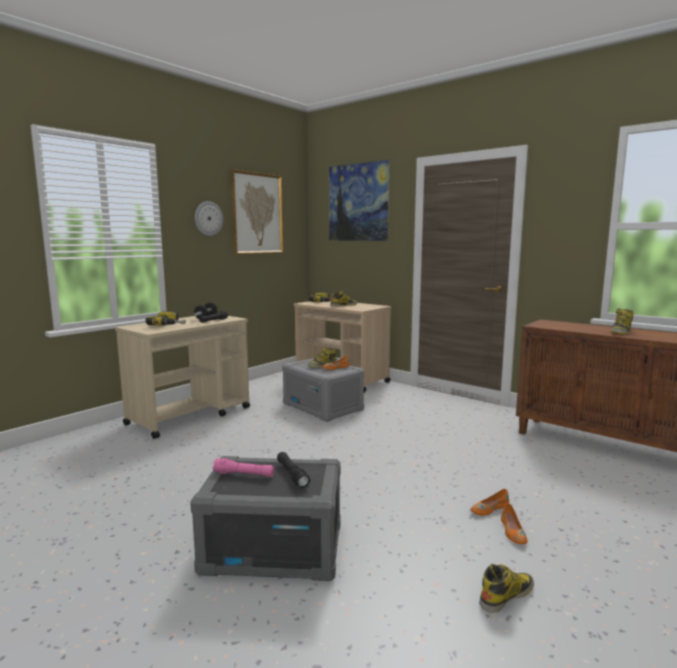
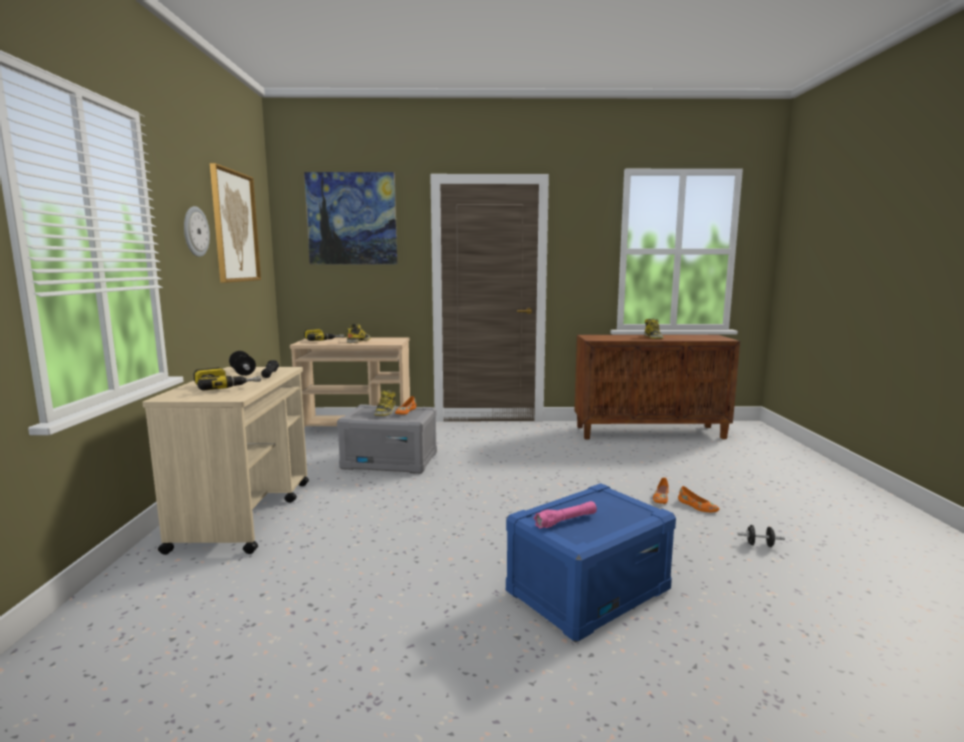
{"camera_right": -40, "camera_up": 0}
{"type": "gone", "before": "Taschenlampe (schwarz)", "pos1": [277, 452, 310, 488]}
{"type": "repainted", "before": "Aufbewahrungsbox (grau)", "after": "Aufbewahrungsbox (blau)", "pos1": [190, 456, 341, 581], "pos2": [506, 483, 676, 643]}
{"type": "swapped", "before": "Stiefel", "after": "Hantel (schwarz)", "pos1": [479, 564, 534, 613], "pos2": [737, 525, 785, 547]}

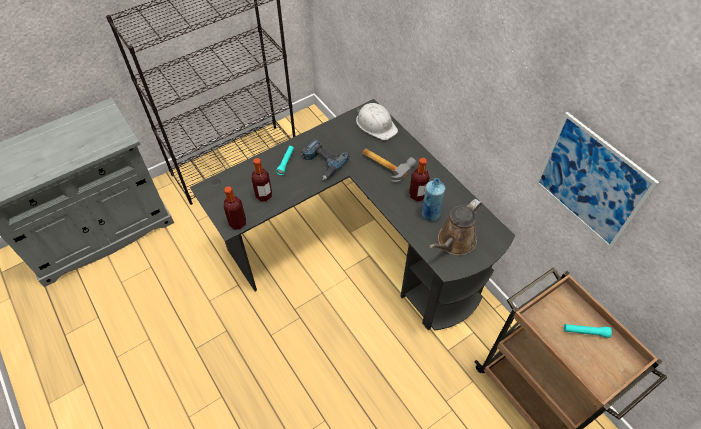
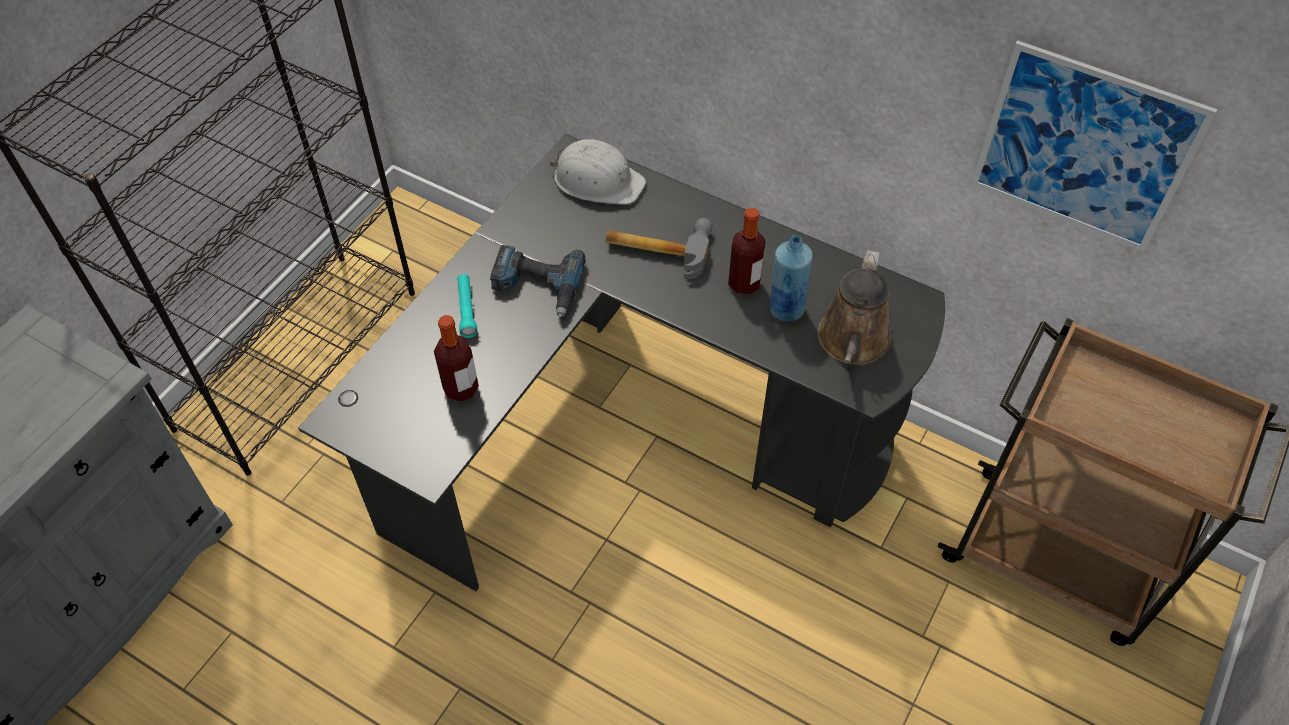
{"camera_right": -25, "camera_up": 0}
{"type": "gone", "before": "Flasche", "pos1": [224, 186, 246, 230]}
{"type": "gone", "before": "Taschenlampe (türkis)", "pos1": [564, 324, 612, 338]}

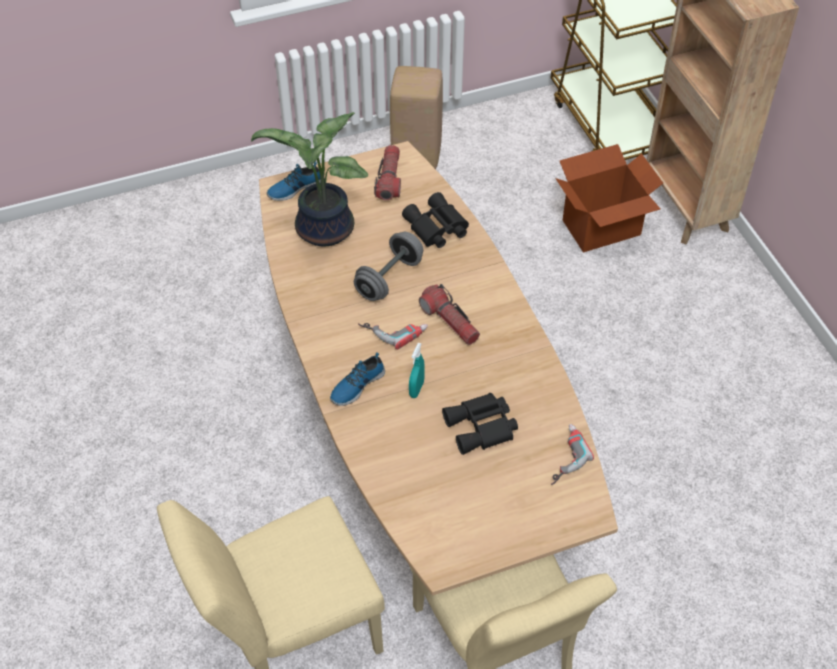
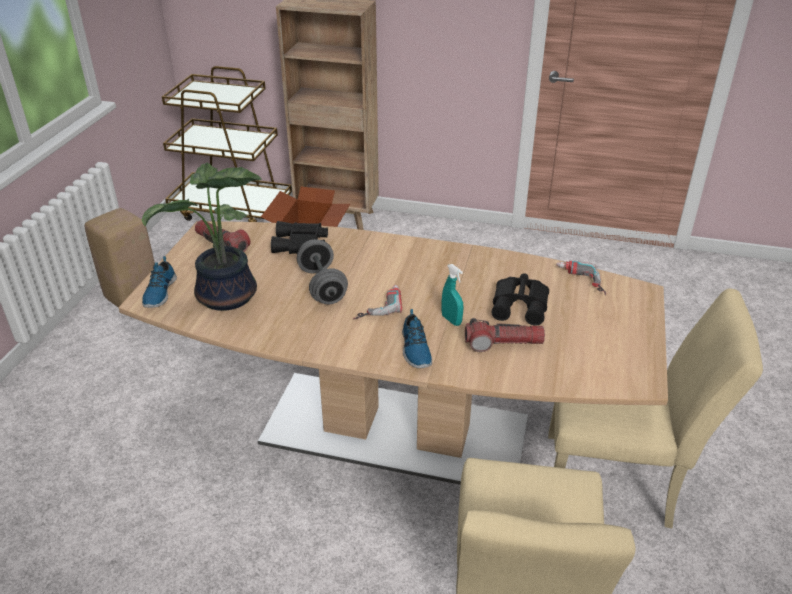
{"camera_right": -55, "camera_up": -15}
{"type": "shifted", "before": "Taschenlampe", "pos1": [419, 284, 480, 345], "pos2": [465, 318, 545, 352]}

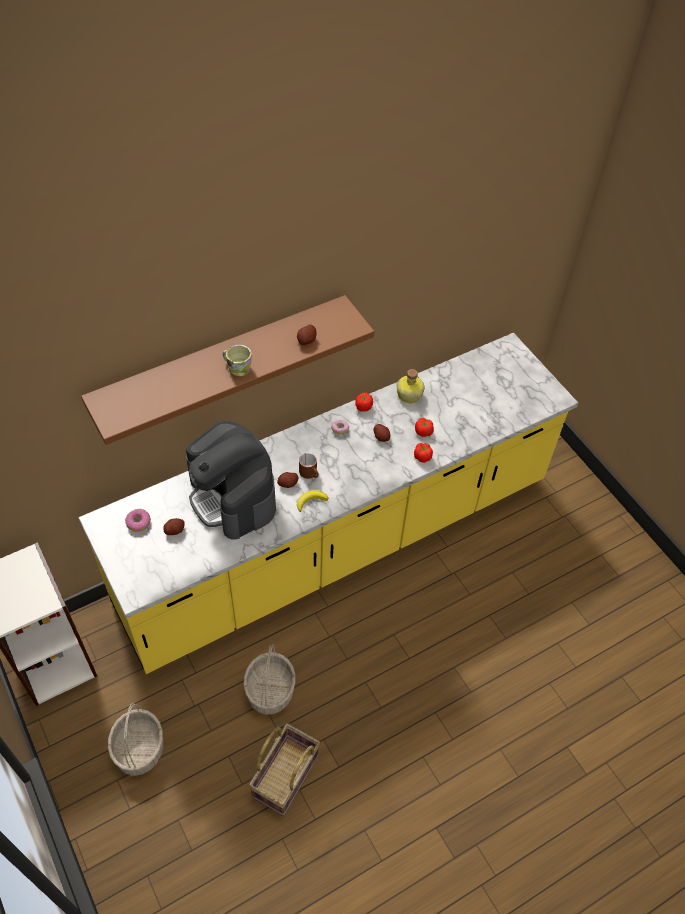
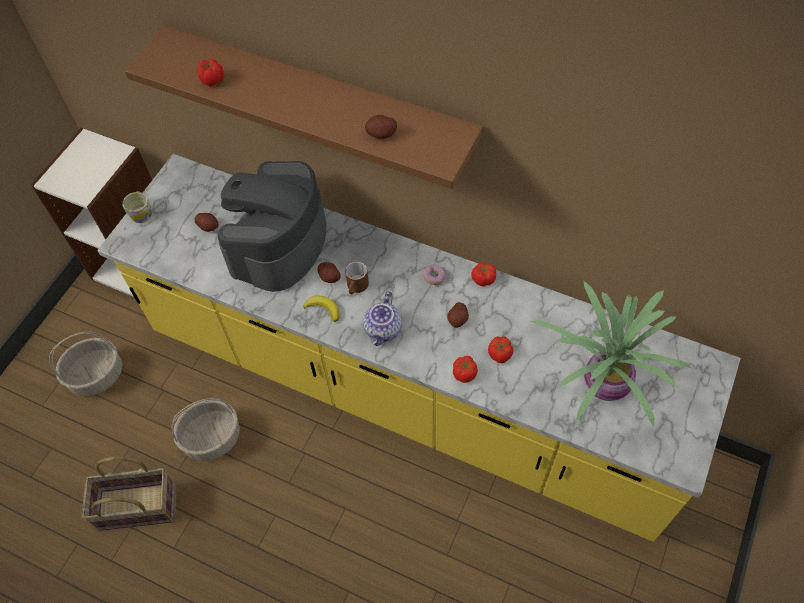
{"camera_right": 60, "camera_up": 5}
{"type": "shifted", "before": "Henkelbecher", "pos1": [223, 345, 252, 376], "pos2": [122, 191, 152, 223]}
{"type": "gone", "before": "Flasche", "pos1": [397, 369, 424, 403]}
{"type": "gone", "before": "Donut", "pos1": [125, 509, 151, 532]}
{"type": "new", "after": "Tomate", "pos2": [197, 59, 224, 86]}
{"type": "new", "after": "Topfpflanze", "pos2": [531, 280, 692, 427]}
{"type": "new", "after": "Teekanne", "pos2": [363, 291, 402, 346]}

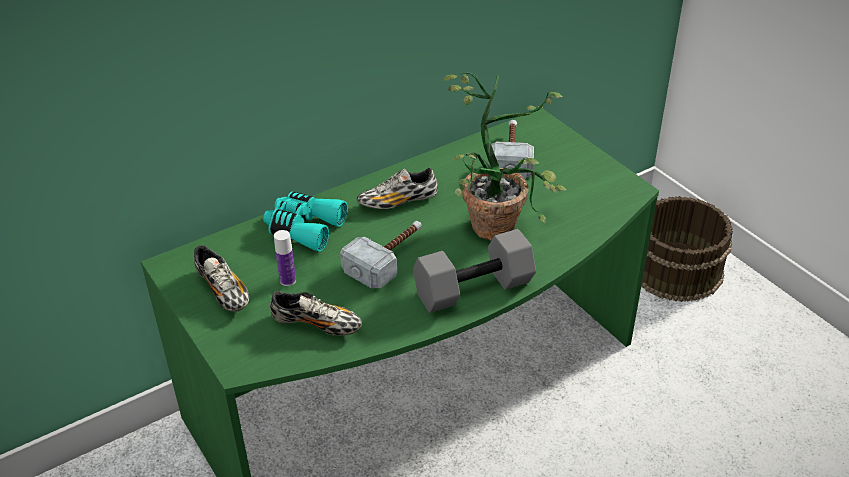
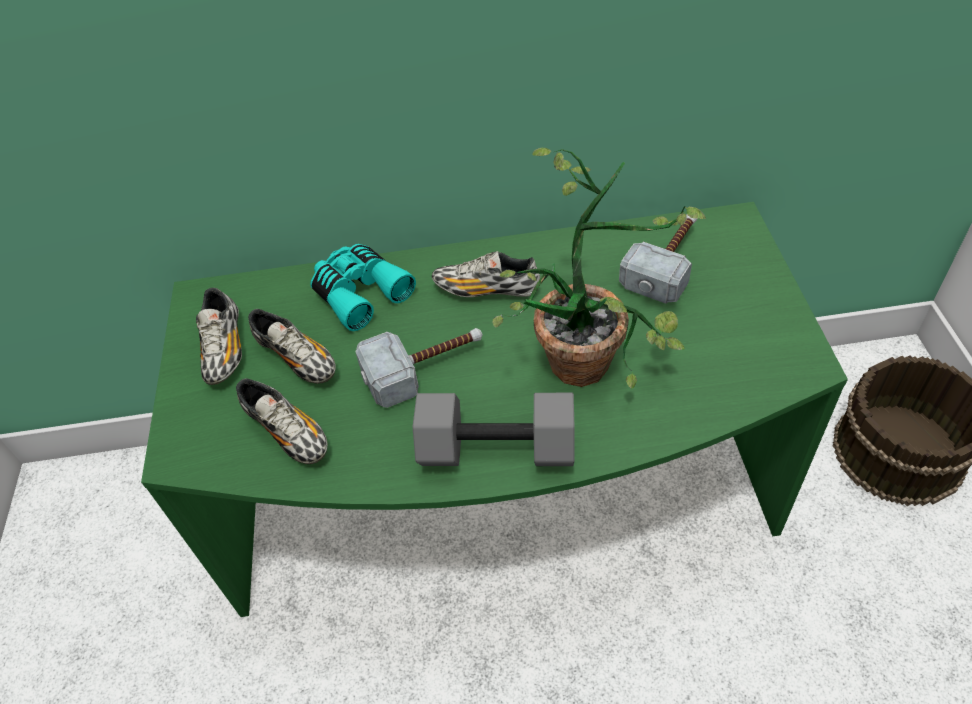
{"camera_right": 30, "camera_up": 10}
{"type": "swapped", "before": "Flasche", "after": "Schuh", "pos1": [274, 230, 296, 286], "pos2": [248, 309, 336, 384]}

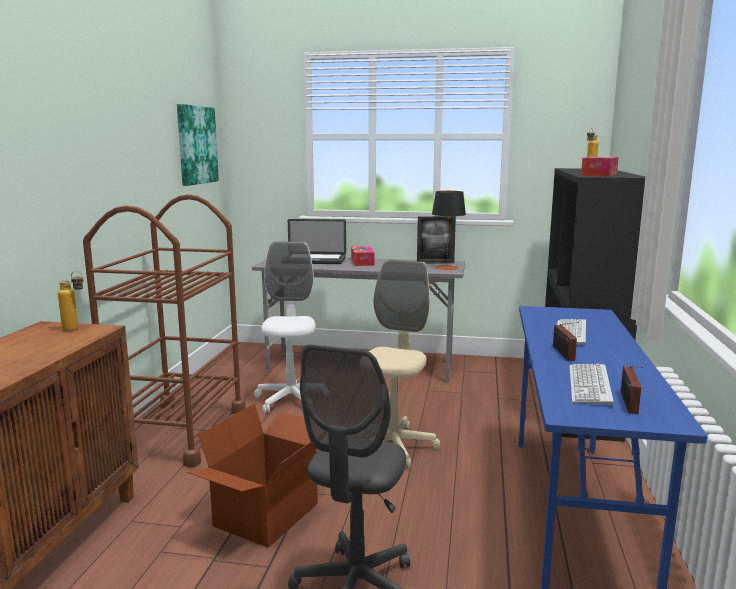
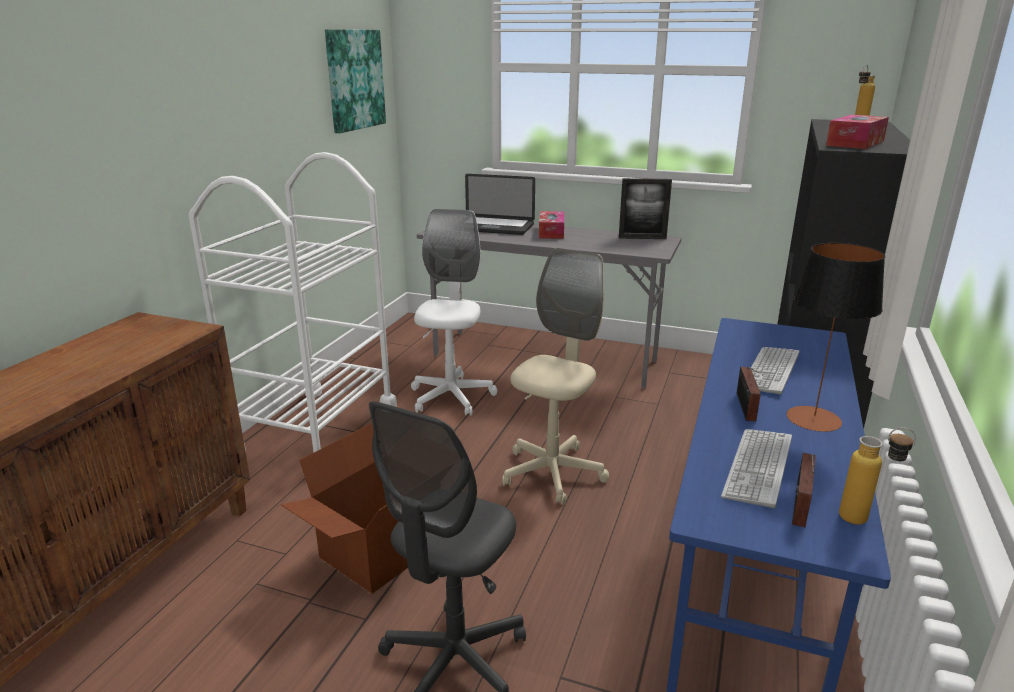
{"camera_right": 10, "camera_up": 10}
{"type": "shifted", "before": "Tischlampe", "pos1": [432, 191, 466, 270], "pos2": [786, 243, 885, 432]}
{"type": "repainted", "before": "Rollwagen (braun)", "after": "Rollwagen (weiß)", "pos1": [83, 194, 246, 467], "pos2": [189, 152, 397, 452]}
{"type": "shifted", "before": "Flasche", "pos1": [58, 271, 83, 331], "pos2": [839, 427, 916, 525]}

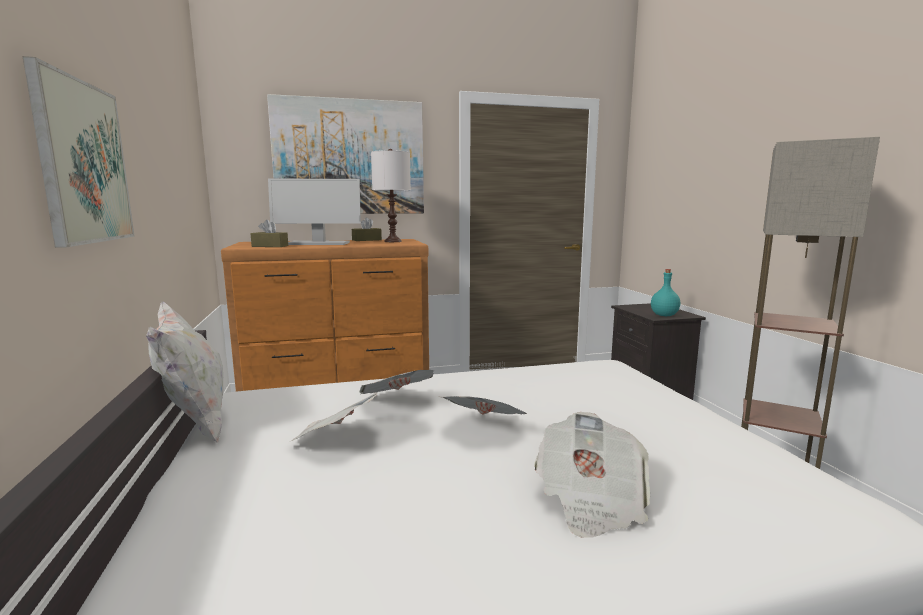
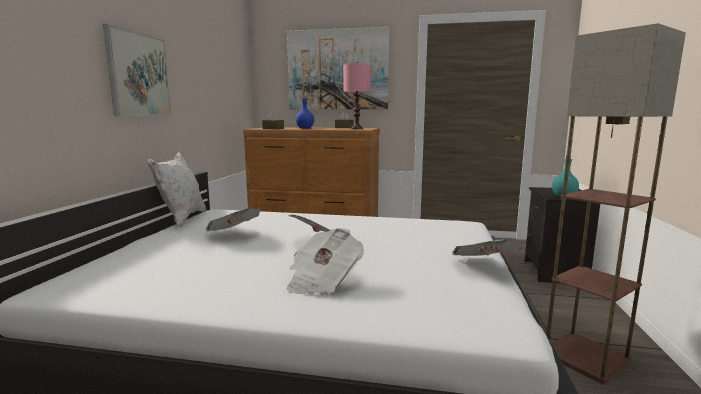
{"camera_right": 25, "camera_up": 0}
{"type": "repainted", "before": "Tischlampe (weiß)", "after": "Tischlampe (rosa)", "pos1": [371, 149, 411, 242], "pos2": [343, 62, 371, 129]}
{"type": "swapped", "before": "Monitor", "after": "Flasche (blau)", "pos1": [268, 179, 361, 245], "pos2": [296, 96, 314, 129]}
{"type": "shifted", "before": "Zeitung", "pos1": [359, 370, 434, 394], "pos2": [452, 239, 525, 256]}

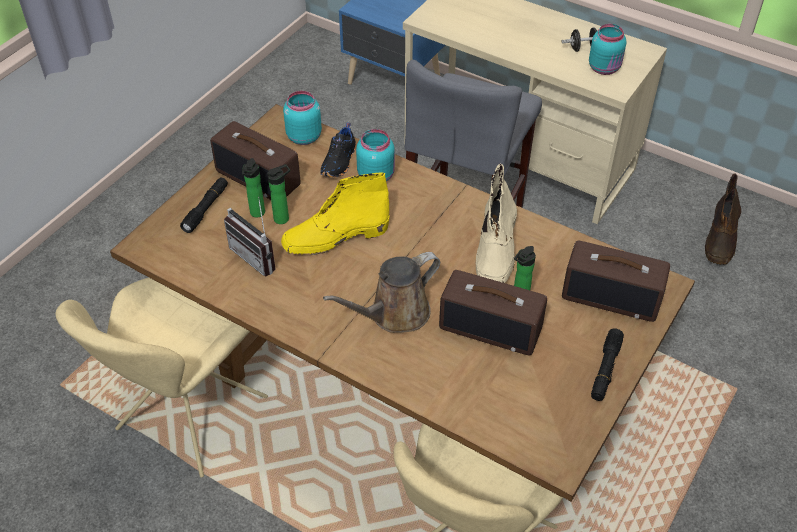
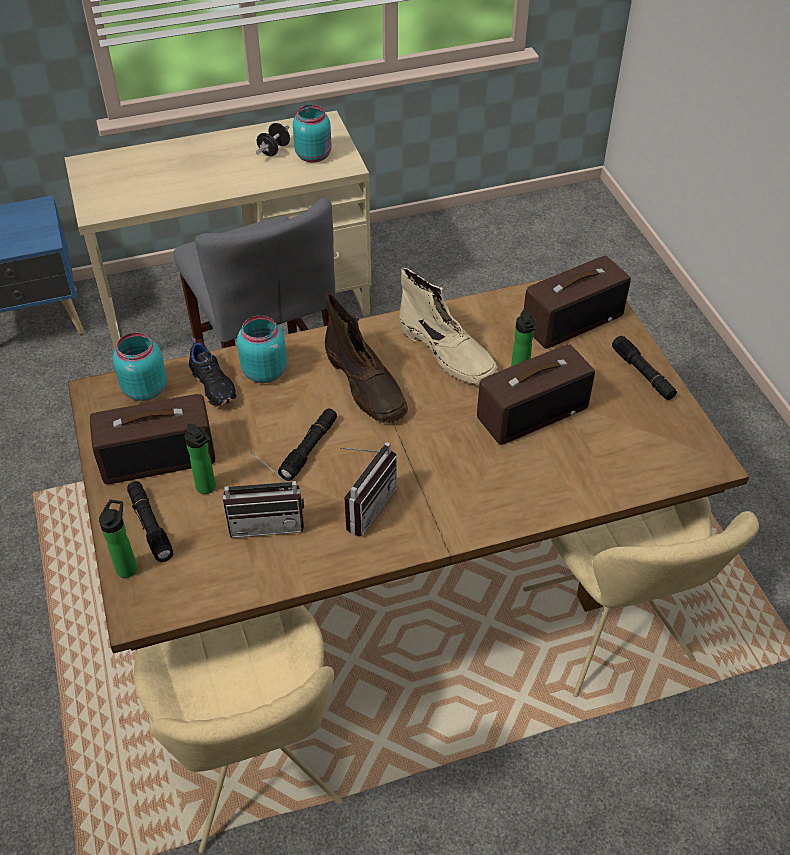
{"camera_right": -50, "camera_up": 0}
{"type": "shifted", "before": "Flasche", "pos1": [267, 164, 290, 224], "pos2": [99, 500, 137, 578]}
{"type": "swapped", "before": "Stiefel (gelb)", "after": "Taschenlampe (schwarz)", "pos1": [281, 173, 390, 255], "pos2": [278, 408, 337, 481]}
{"type": "shifted", "before": "Stiefel (braun)", "pos1": [705, 173, 741, 265], "pos2": [325, 293, 408, 423]}
{"type": "gone", "before": "Gießkanne (braun)", "pos1": [323, 252, 440, 333]}
{"type": "new", "after": "Radio", "pos2": [340, 442, 397, 537]}

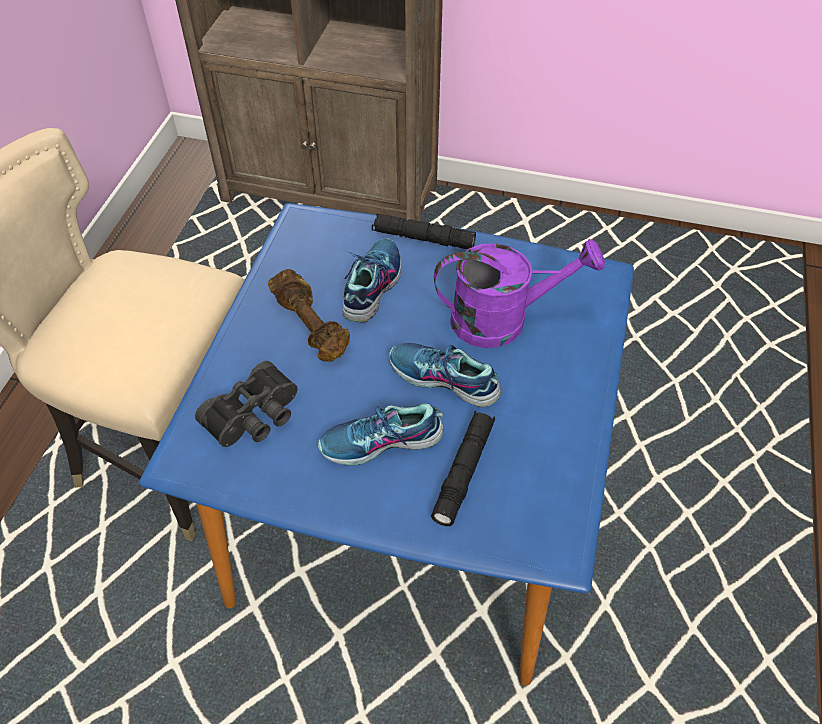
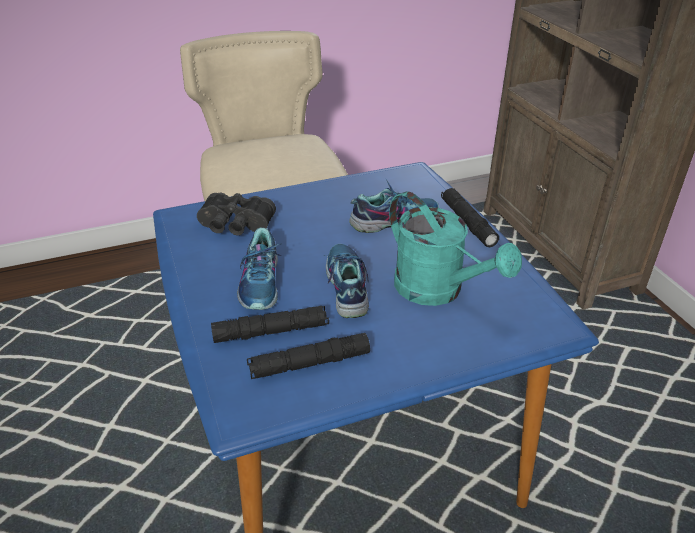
{"camera_right": 55, "camera_up": -15}
{"type": "repainted", "before": "Gießkanne (lila)", "after": "Gießkanne (türkis)", "pos1": [434, 239, 605, 348], "pos2": [389, 191, 522, 306]}
{"type": "gone", "before": "Hantel (braun)", "pos1": [268, 269, 350, 362]}
{"type": "rotated", "before": "Schuh", "pos1": [318, 403, 444, 466], "pos2": [237, 228, 281, 310], "turn": -135}
{"type": "new", "after": "Taschenlampe (schwarz)", "pos2": [247, 333, 370, 379]}

